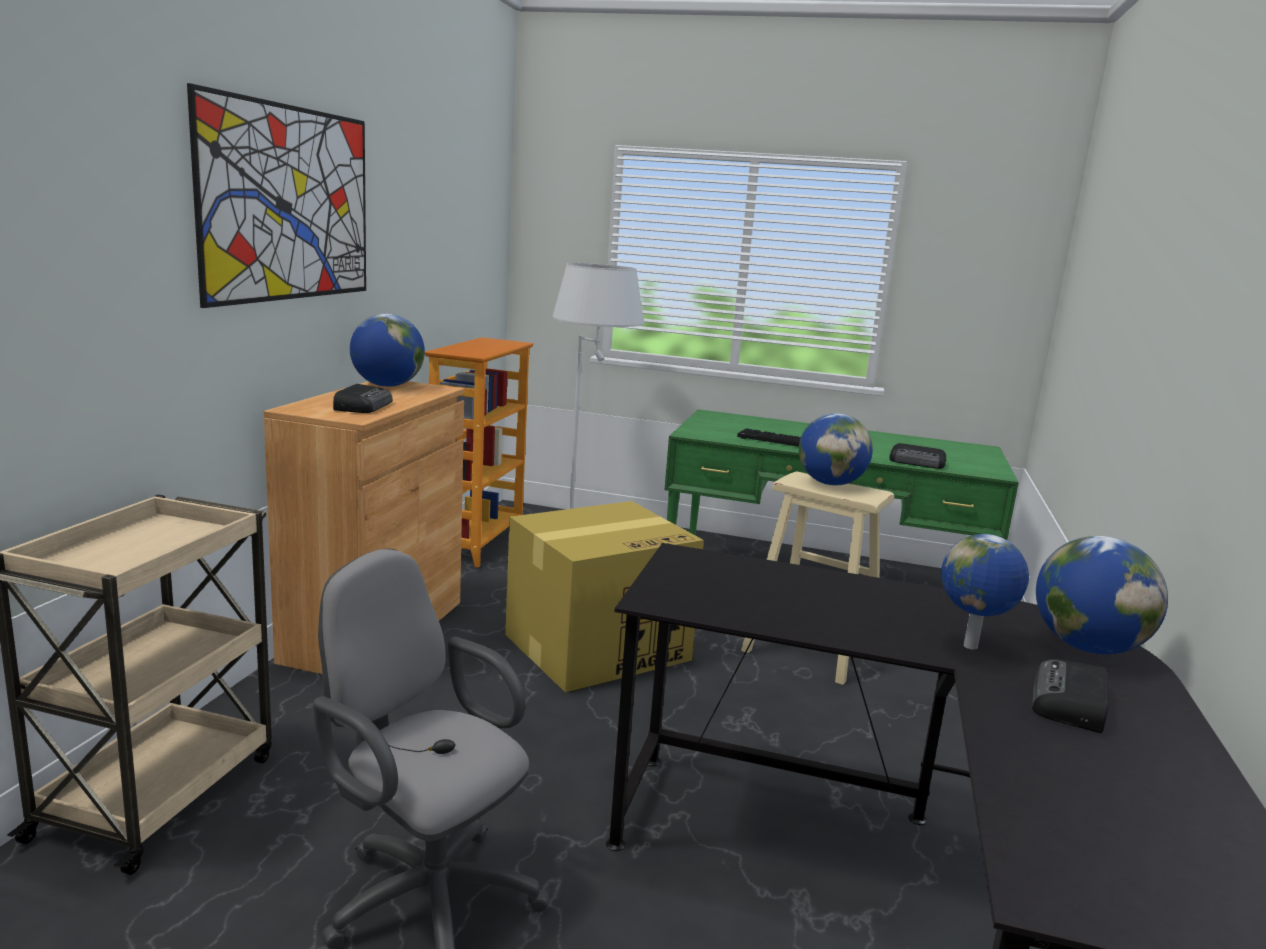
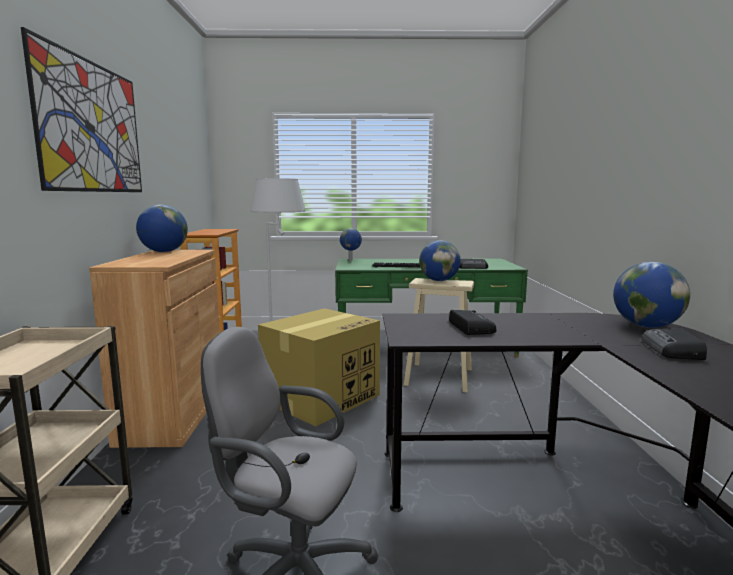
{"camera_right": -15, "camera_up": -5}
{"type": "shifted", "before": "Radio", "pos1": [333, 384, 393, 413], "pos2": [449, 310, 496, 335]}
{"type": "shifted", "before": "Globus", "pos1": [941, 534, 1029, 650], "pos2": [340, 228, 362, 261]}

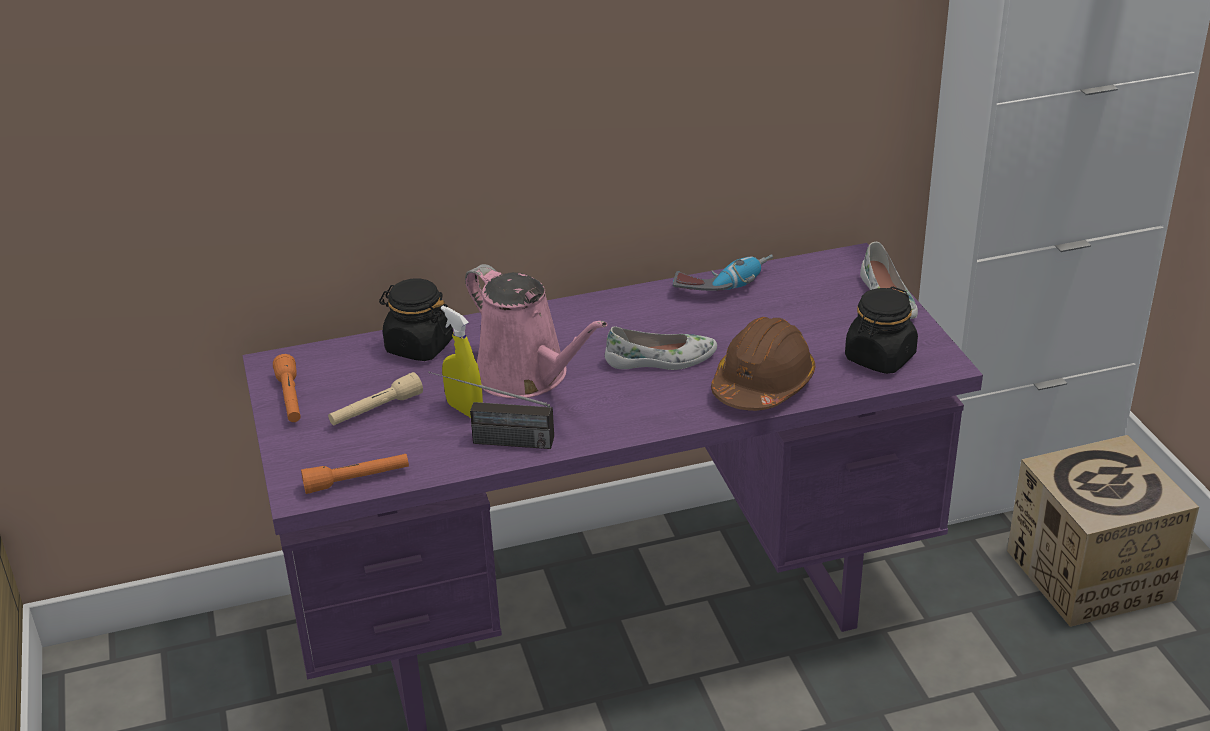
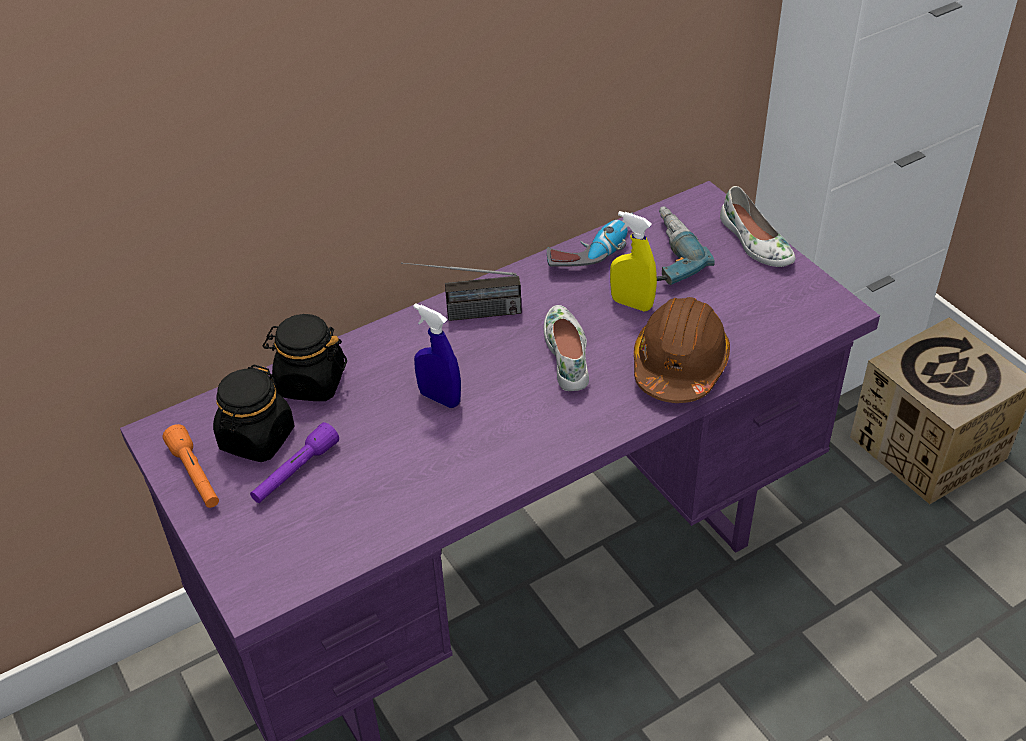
{"camera_right": -15, "camera_up": 10}
{"type": "swapped", "before": "Gießkanne (rosa)", "after": "Sprühflasche (blau)", "pos1": [465, 264, 608, 399], "pos2": [413, 303, 461, 408]}
{"type": "shifted", "before": "Vorratsglas (schwarz)", "pos1": [845, 287, 918, 374], "pos2": [213, 365, 295, 462]}
{"type": "shifted", "before": "Sprühflasche (gelb)", "pos1": [441, 306, 483, 418], "pos2": [610, 211, 657, 311]}
{"type": "rotated", "before": "Schuh (weiß)", "pos1": [605, 326, 717, 370], "pos2": [544, 305, 589, 391], "turn": -75}
{"type": "shifted", "before": "Radio", "pos1": [428, 371, 554, 449], "pos2": [401, 262, 522, 321]}
{"type": "repainted", "before": "Taschenlampe (beige)", "after": "Taschenlampe (lila)", "pos1": [328, 372, 423, 426], "pos2": [250, 422, 339, 503]}
{"type": "gone", "before": "Taschenlampe (orange)", "pos1": [301, 454, 409, 494]}
{"type": "new", "after": "Bohrmaschine", "pos2": [657, 207, 715, 285]}

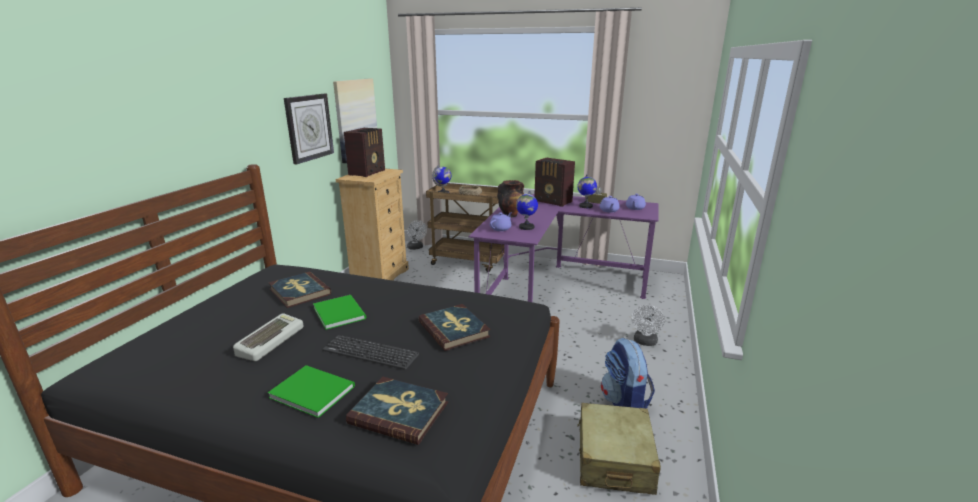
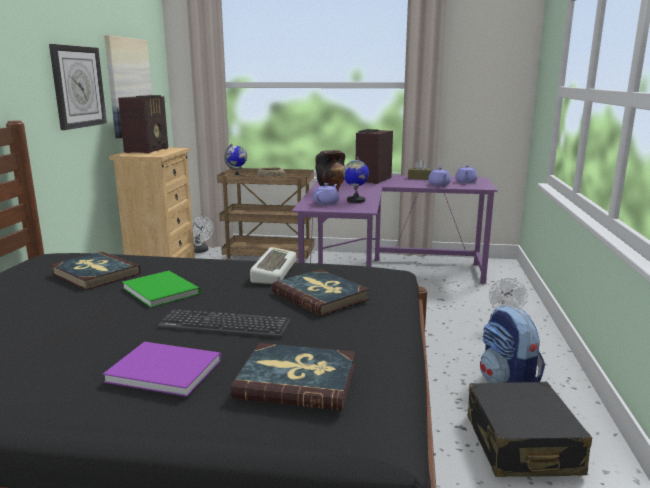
{"camera_right": -10, "camera_up": -5}
{"type": "rotated", "before": "Radio", "pos1": [534, 158, 575, 207], "pos2": [356, 129, 393, 184], "turn": 90}
{"type": "gone", "before": "Globus", "pos1": [577, 173, 597, 208]}
{"type": "shifted", "before": "Tastatur", "pos1": [233, 313, 304, 361], "pos2": [250, 247, 296, 284]}
{"type": "repainted", "before": "Buch (grün)", "after": "Buch (lila)", "pos1": [268, 365, 355, 418], "pos2": [103, 342, 222, 397]}
{"type": "repainted", "before": "Koffer (beige)", "after": "Koffer (schwarz)", "pos1": [577, 403, 661, 495], "pos2": [468, 382, 592, 477]}

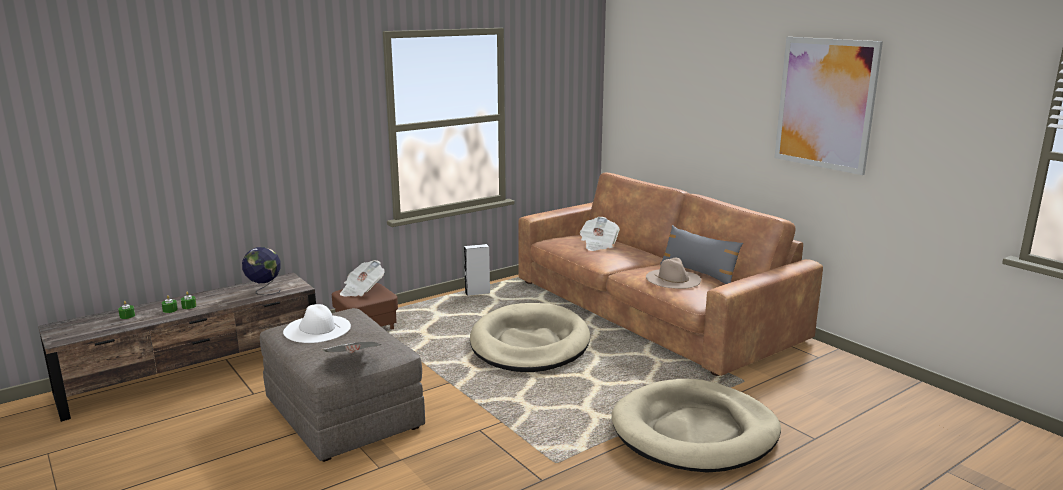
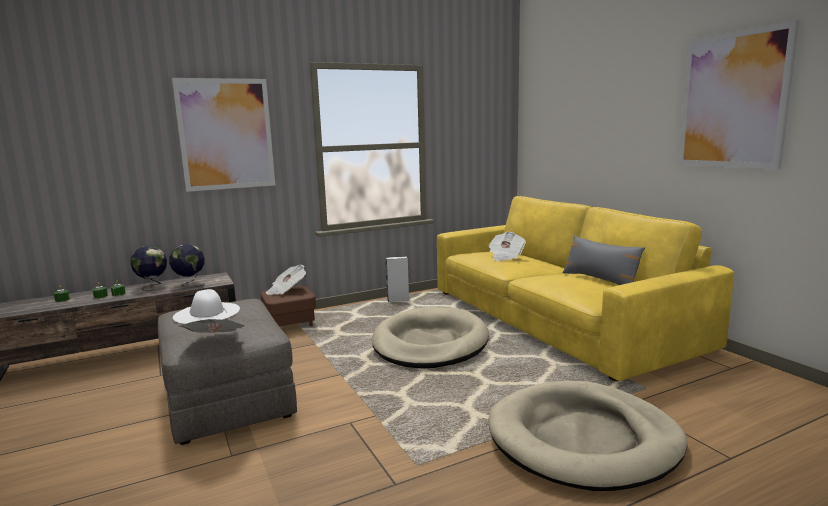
{"camera_right": 10, "camera_up": -5}
{"type": "repainted", "before": "Sofa (braun)", "after": "Sofa (gelb)", "pos1": [518, 173, 823, 376], "pos2": [437, 196, 734, 381]}
{"type": "gone", "before": "Hut (beige)", "pos1": [646, 258, 701, 289]}
{"type": "new", "after": "Bild", "pos2": [172, 78, 275, 192]}
{"type": "new", "after": "Globus", "pos2": [130, 246, 167, 291]}

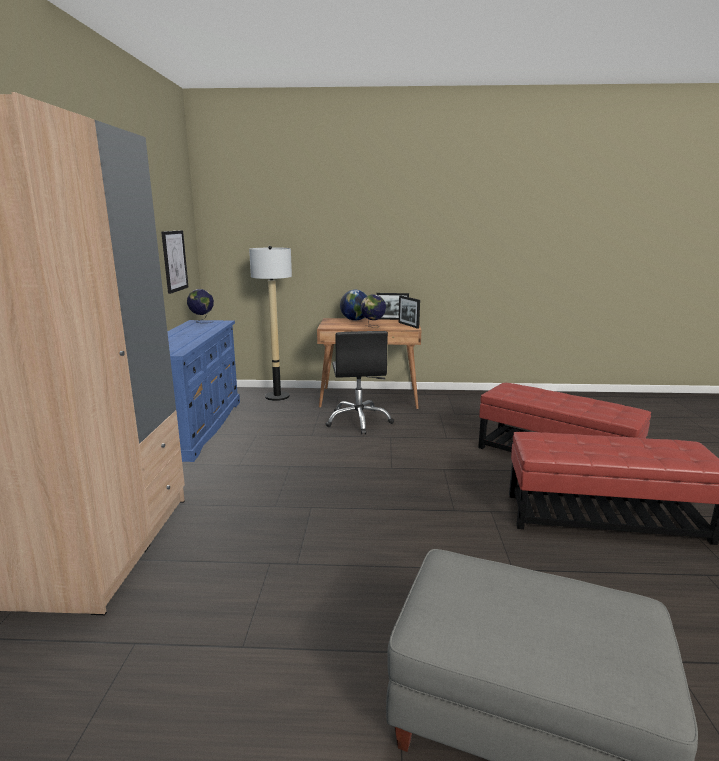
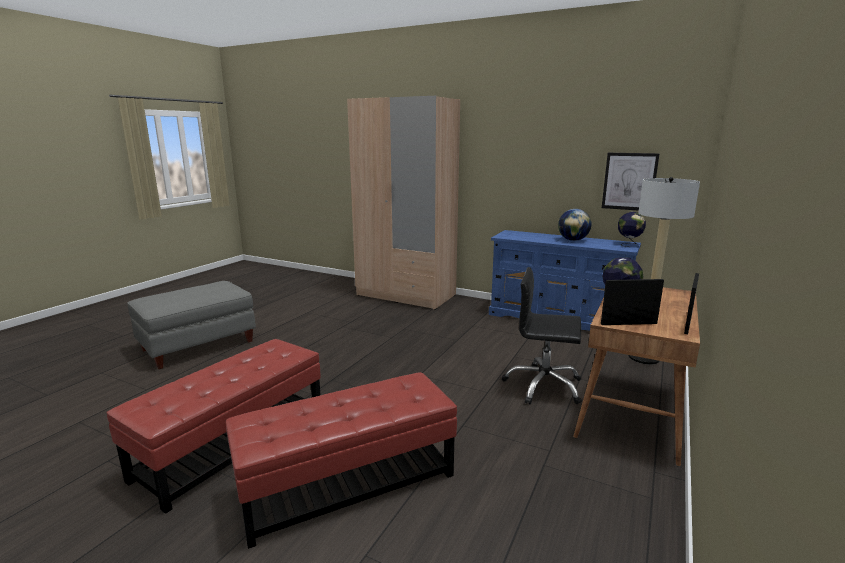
{"camera_right": 115, "camera_up": 0}
{"type": "shifted", "before": "Globus", "pos1": [340, 290, 367, 321], "pos2": [558, 209, 592, 241]}

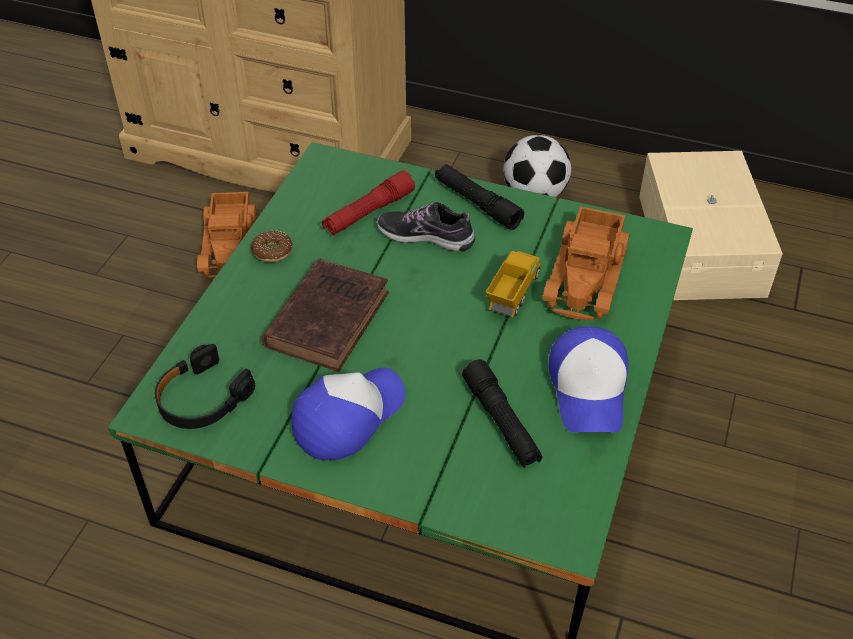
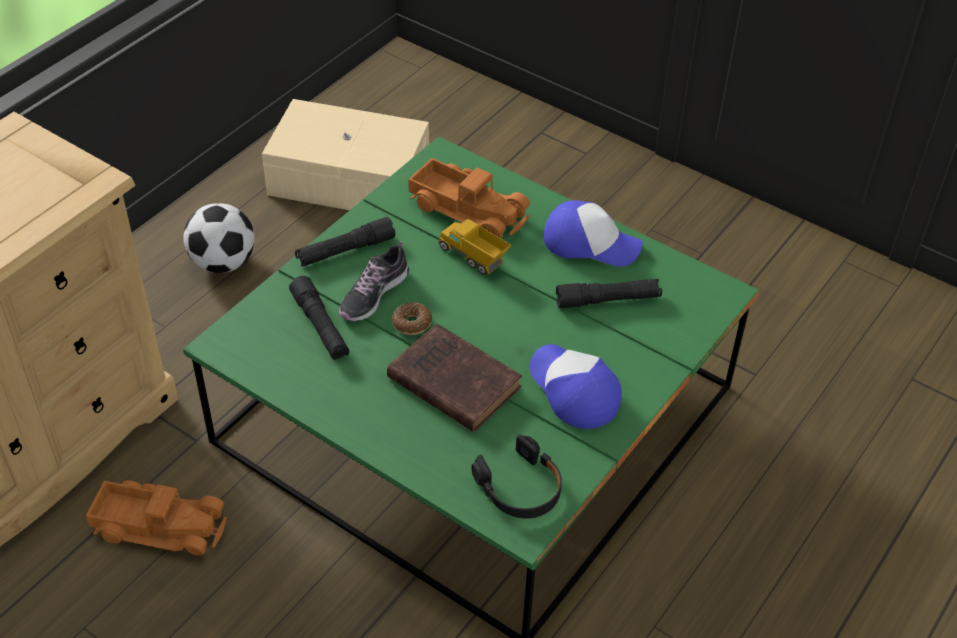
{"camera_right": -75, "camera_up": 0}
{"type": "repainted", "before": "Taschenlampe (rot)", "after": "Taschenlampe (schwarz)", "pos1": [322, 170, 415, 235], "pos2": [289, 276, 349, 360]}
{"type": "shifted", "before": "Donut", "pos1": [251, 230, 293, 262], "pos2": [392, 302, 432, 335]}

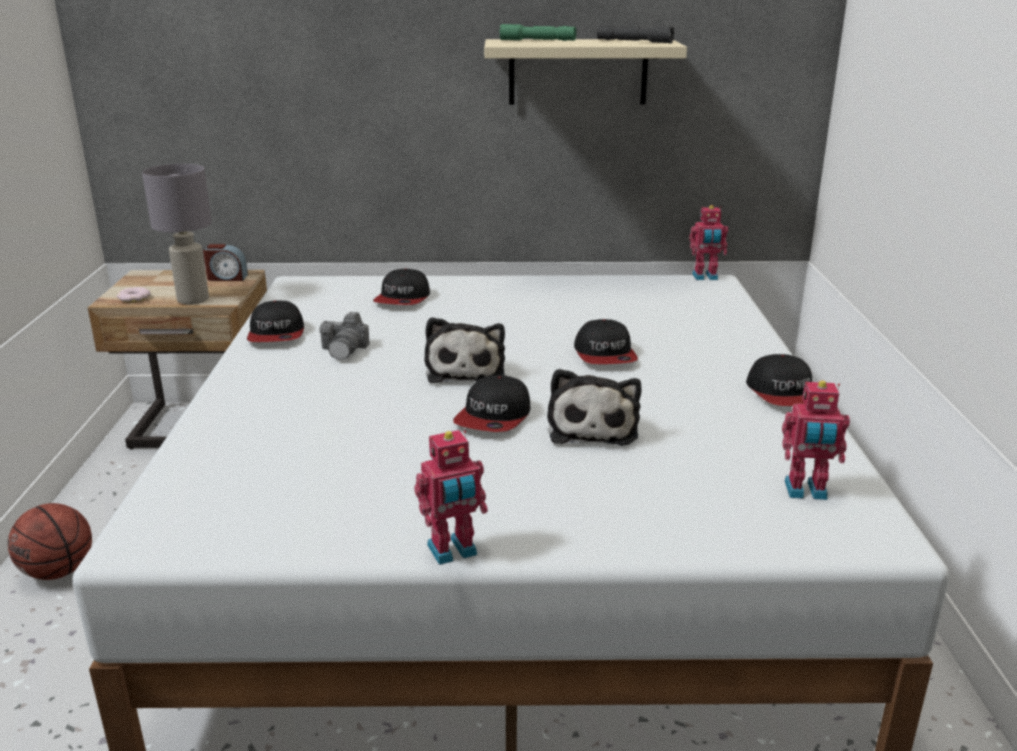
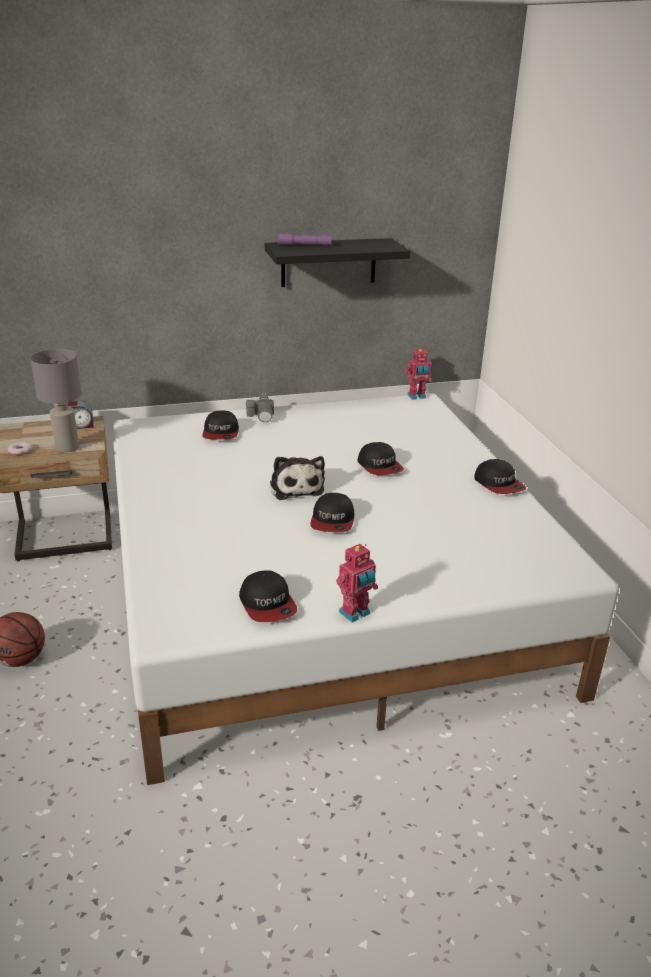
{"camera_right": -15, "camera_up": 5}
{"type": "repainted", "before": "Taschenlampe (grün)", "after": "Taschenlampe (lila)", "pos1": [499, 24, 576, 41], "pos2": [278, 233, 332, 246]}
{"type": "gone", "before": "Taschenlampe (grau)", "pos1": [597, 25, 675, 43]}
{"type": "repainted", "before": "Wandregal (beige)", "after": "Wandregal (schwarz)", "pos1": [484, 39, 687, 105], "pos2": [265, 238, 410, 287]}
{"type": "shifted", "before": "Kappe", "pos1": [247, 300, 304, 342], "pos2": [239, 571, 297, 622]}
{"type": "shifted", "before": "Kamera", "pos1": [320, 312, 370, 360], "pos2": [246, 393, 275, 422]}
{"type": "gone", "before": "Plüschtier", "pos1": [547, 369, 642, 446]}
{"type": "gone", "before": "Spielzeugroboter", "pos1": [782, 381, 850, 500]}

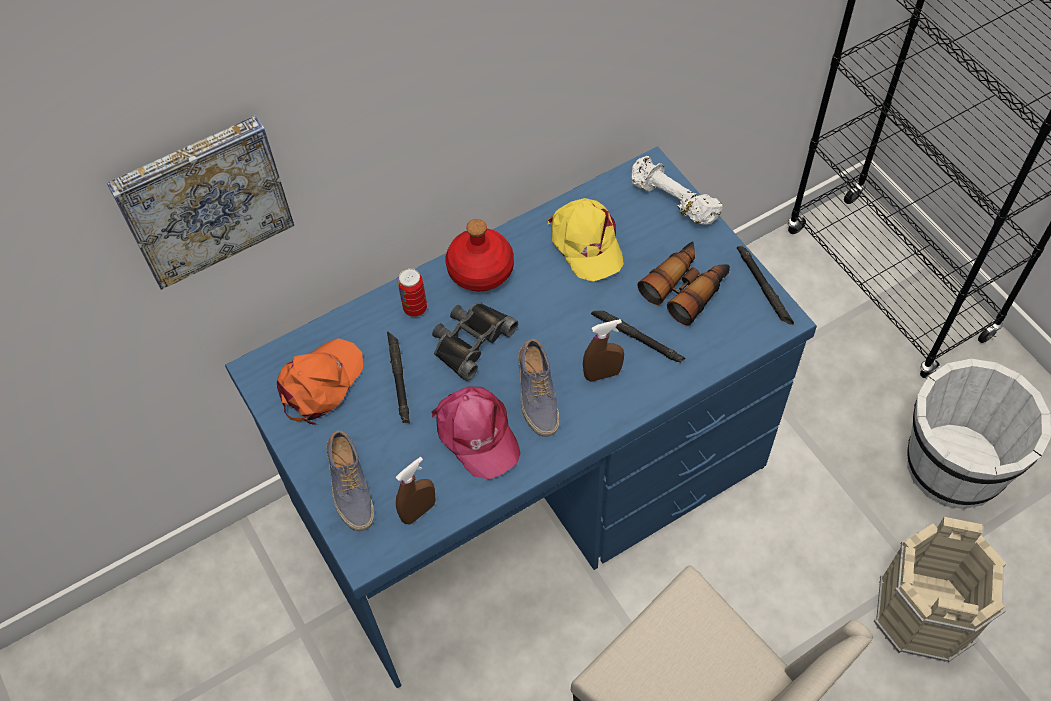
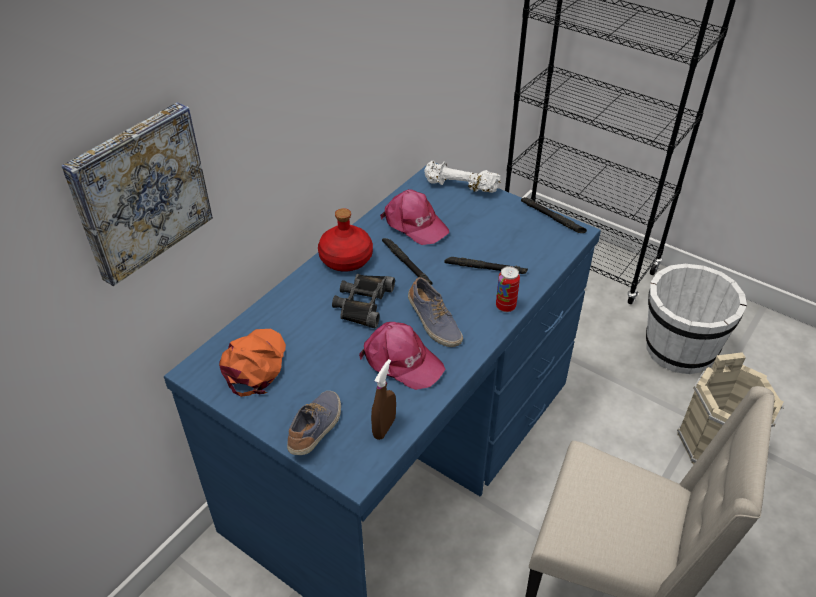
{"camera_right": -25, "camera_up": -15}
{"type": "repainted", "before": "Kappe (gelb)", "after": "Kappe (rosa)", "pos1": [548, 198, 624, 282], "pos2": [380, 189, 449, 245]}
{"type": "gone", "before": "Fernglas", "pos1": [637, 242, 730, 325]}
{"type": "shifted", "before": "Dose", "pos1": [398, 268, 427, 317], "pos2": [496, 266, 520, 312]}
{"type": "gone", "before": "Sprühflasche (braun)", "pos1": [583, 319, 624, 382]}
{"type": "shifted", "before": "Taschenlampe (schwarz)", "pos1": [387, 332, 410, 423], "pos2": [382, 238, 433, 285]}
{"type": "rotated", "before": "Schuh", "pos1": [326, 431, 374, 531], "pos2": [287, 391, 341, 455], "turn": -120}

